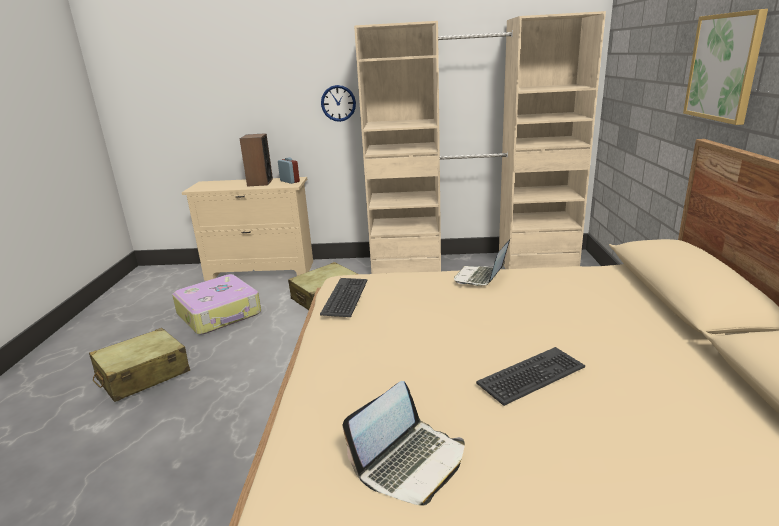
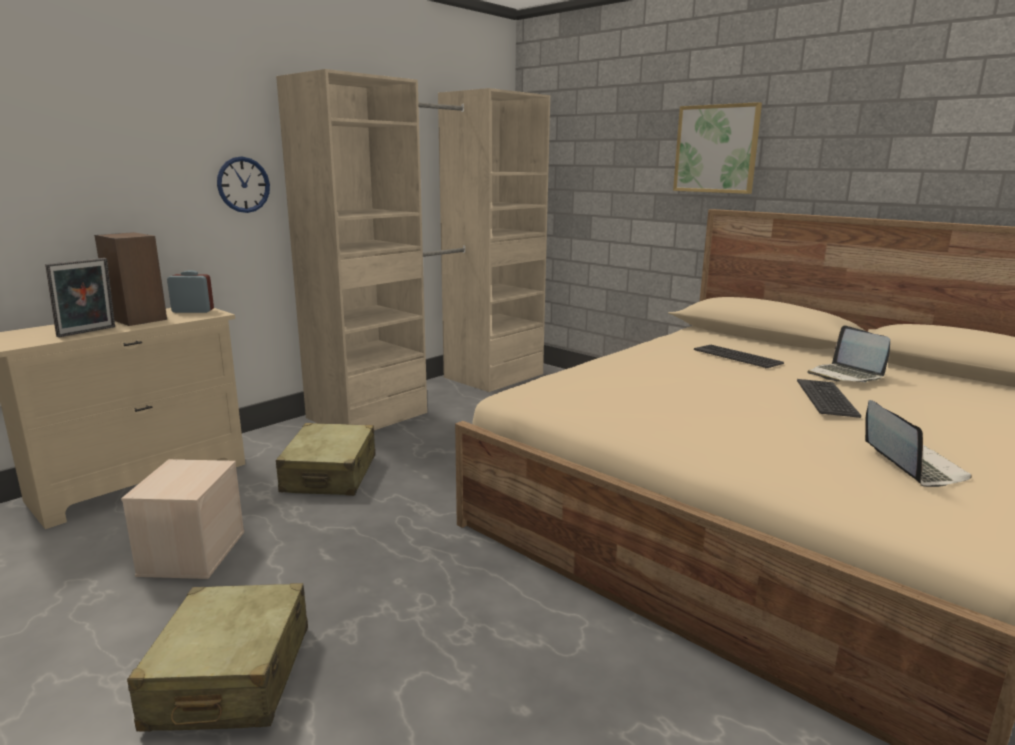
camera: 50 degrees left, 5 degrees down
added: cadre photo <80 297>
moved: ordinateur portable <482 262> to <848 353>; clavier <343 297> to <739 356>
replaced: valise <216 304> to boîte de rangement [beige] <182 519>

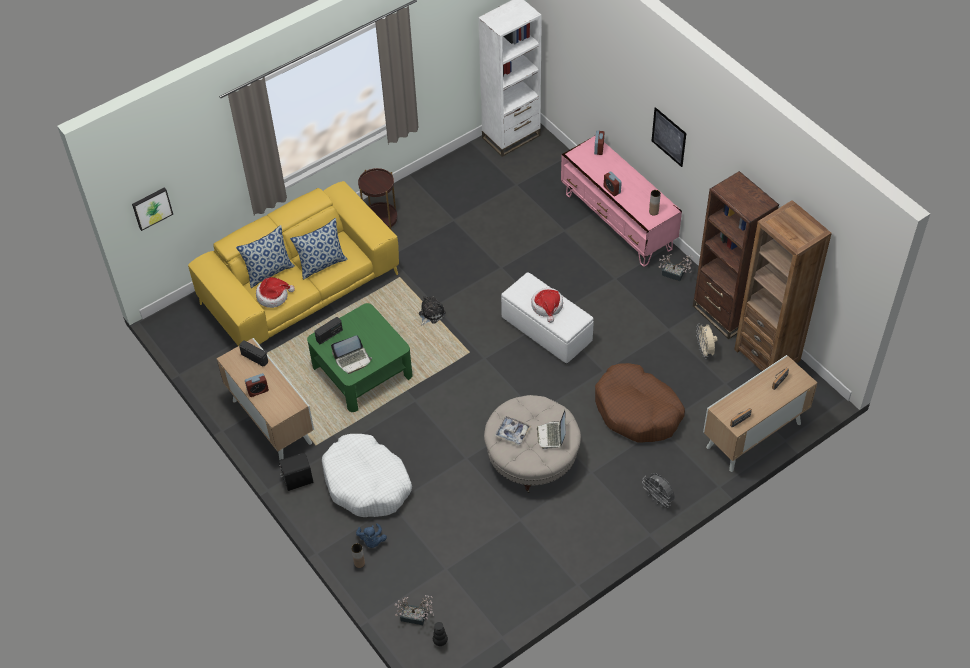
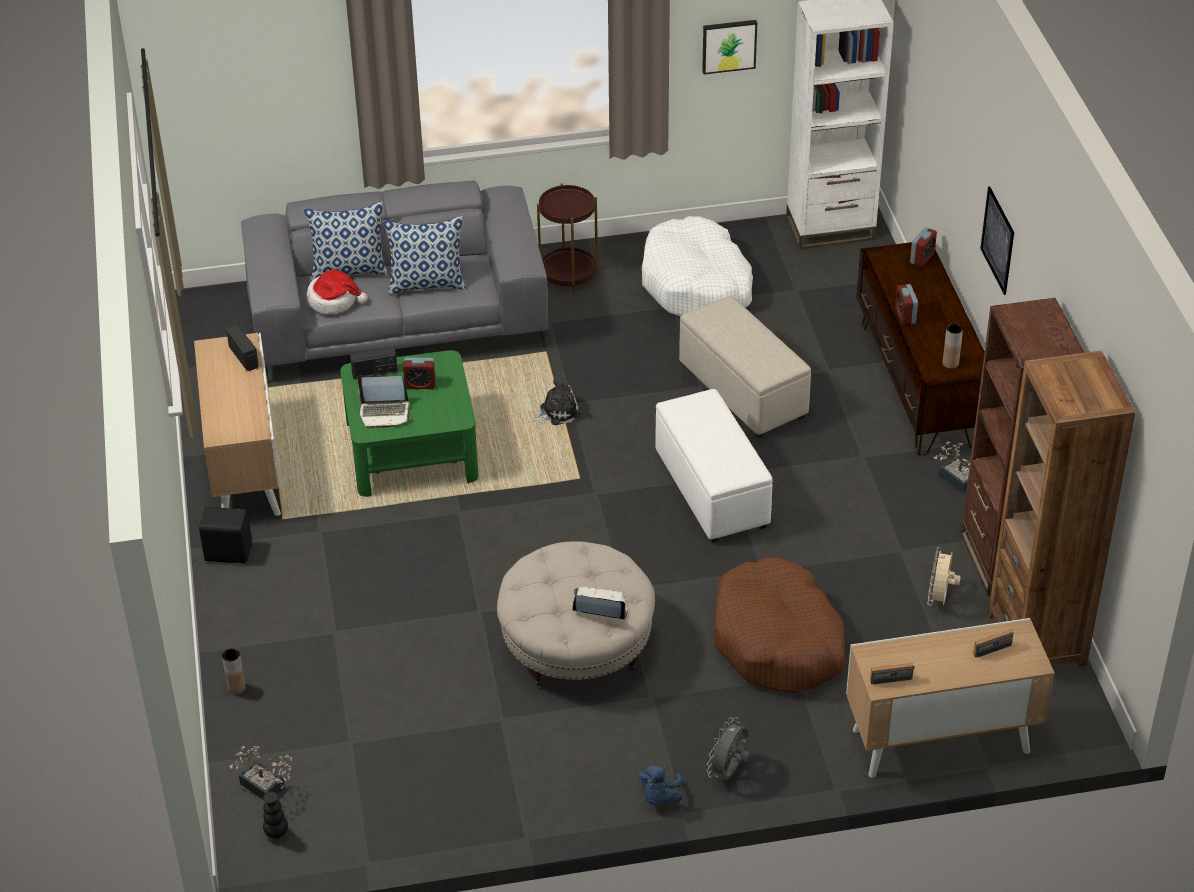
camera: 25 degrees right, 10 degrees down
removed: chapeau <547 305>; plateau <512 430>
added: pouf [beige] <745 367>
moved: tableau <152 209> to <729 47>; réveil <257 385> to <419 373>; panier pour chien [blanc] <367 475> to <697 266>; peluche [bleu] <371 535> to <660 786>
recoloured: meuble télé [rose] <621 201> to meuble télé [marron] <920 349>; canapé [jaune] <293 263> to canapé [gris] <394 279>
turned: ordinateur portable <551 430> = <600 603> 75 degrees clockwise; ventilateur [gris] <658 490> = <728 748> 45 degrees clockwise

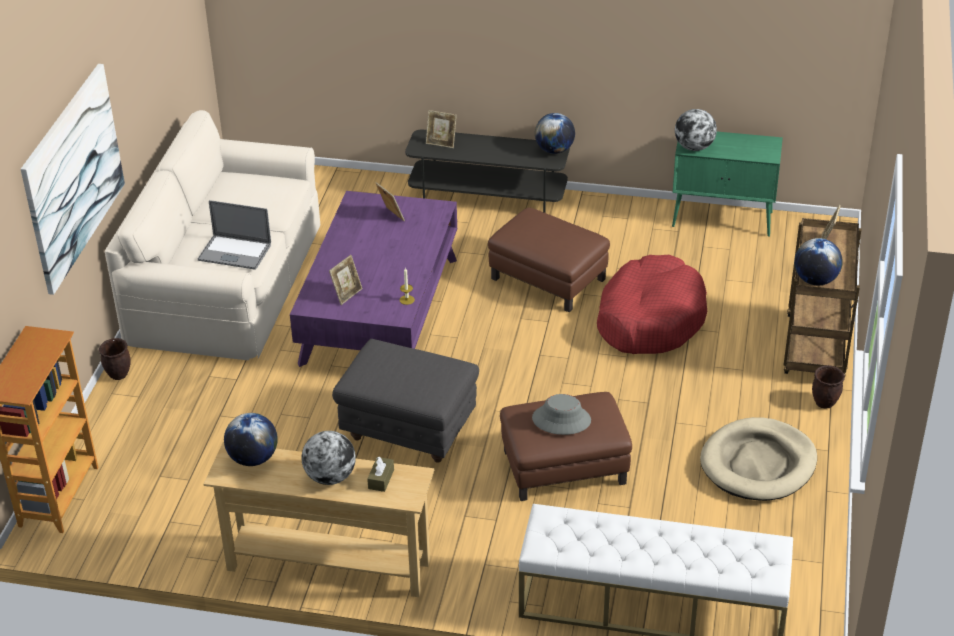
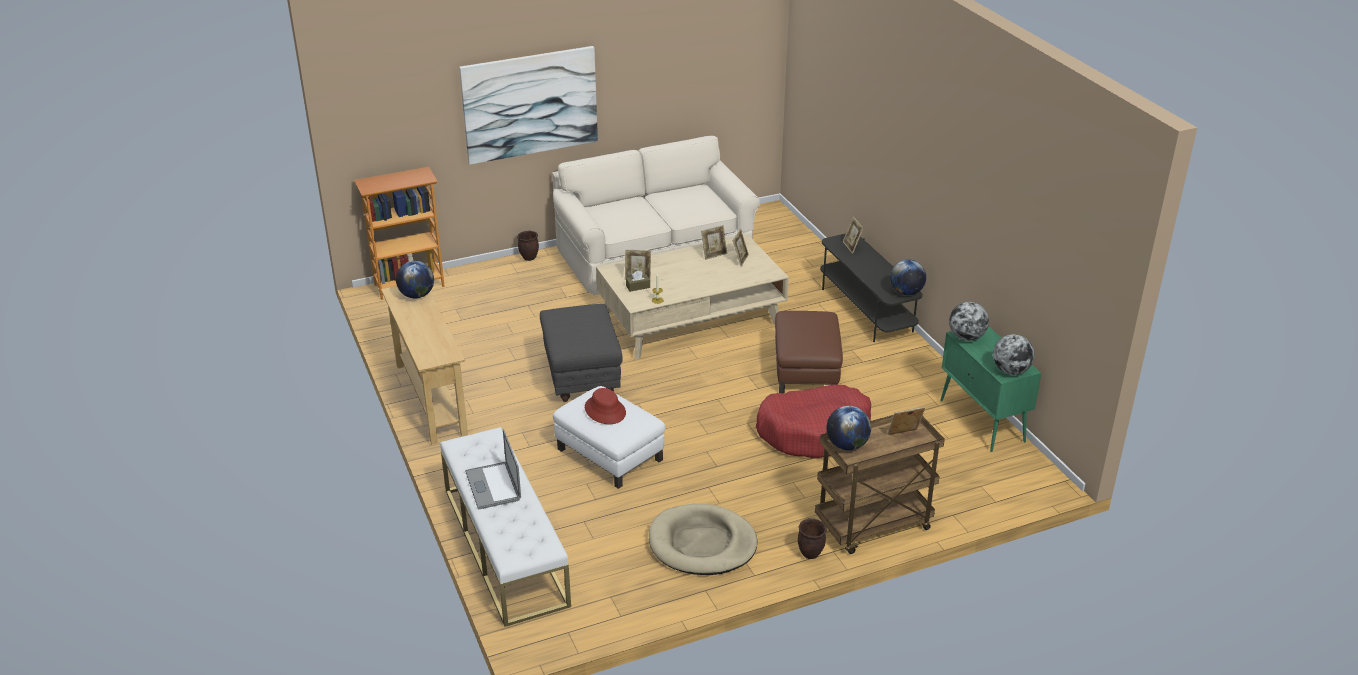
camera: 55 degrees right, 5 degrees down
added: cadre photo <714 242>
moved: ordinateur portable <234 235> to <493 469>; globe <329 458> to <1014 354>; boîte à mouchoirs [marron] <380 474> to <638 281>
recoloured: table basse [violet] <373 279> to table basse [beige] <692 297>; pouf [marron] <566 446> to pouf [blanc] <609 437>; chapeau [gris] <561 414> to chapeau [rouge] <605 406>

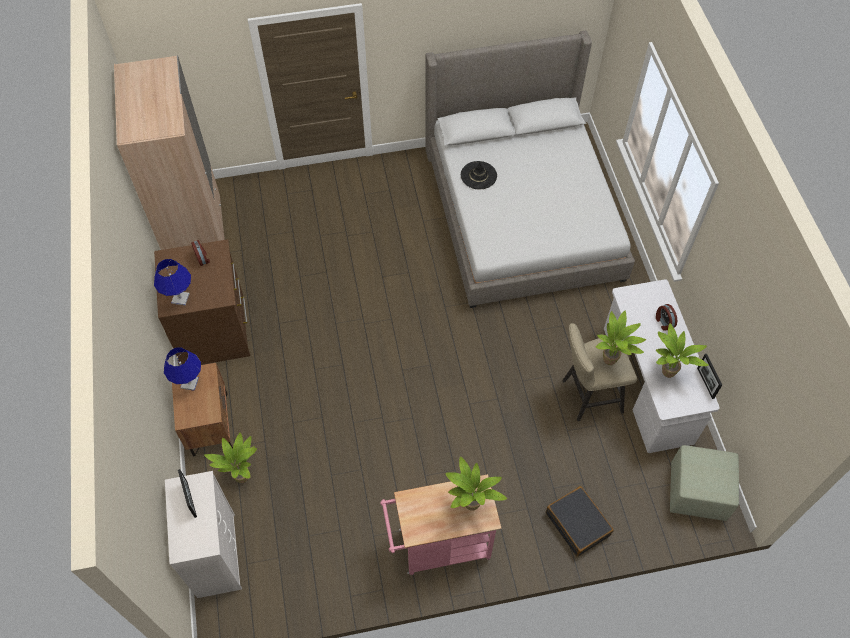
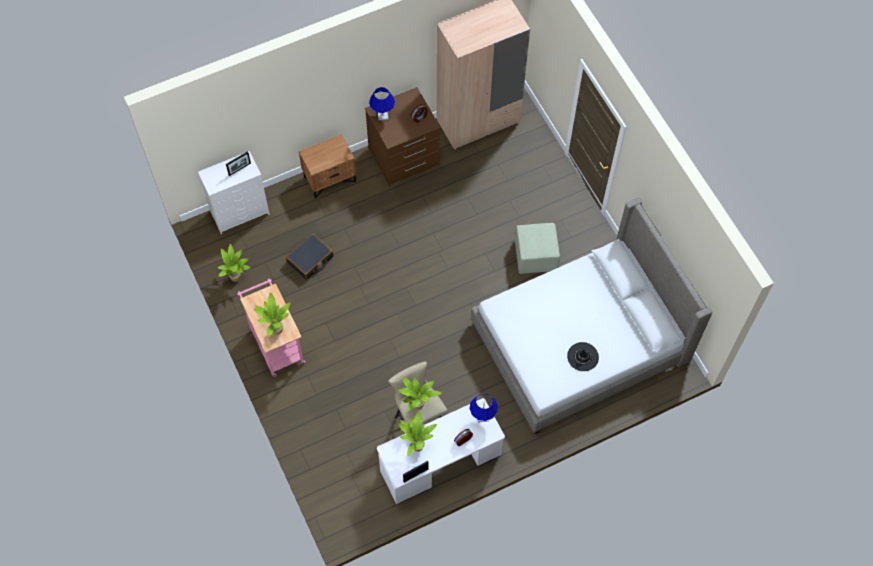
camera: 75 degrees right, 5 degrees up
moved: chapeau [noir] <479 175> to <583 356>; lampe de table [bleu] <182 369> to <483 407>; plante en pot <230 457> to <234 263>; pouf [vert] <704 483> to <537 248>; valise [noir] <580 521> to <309 257>

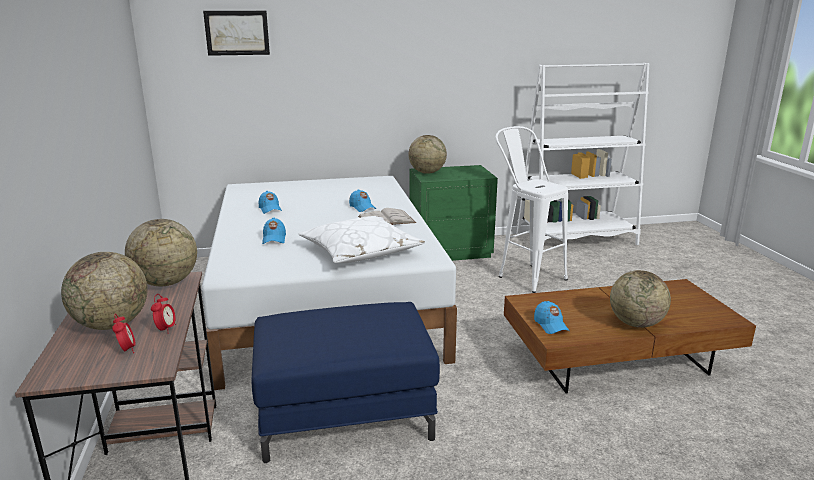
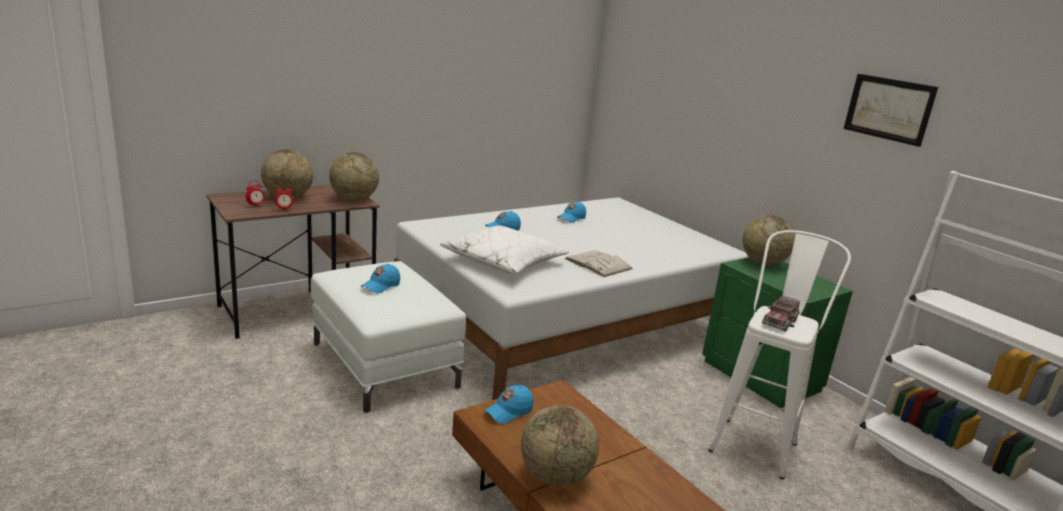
camera: 65 degrees right, 0 degrees up
added: camion jouet <781 313>
moved: tableau <236 33> to <891 110>; casquette [bleu] <362 200> to <380 278>
recoloured: pouf [bleu] <345 382> to pouf [blanc] <388 337>

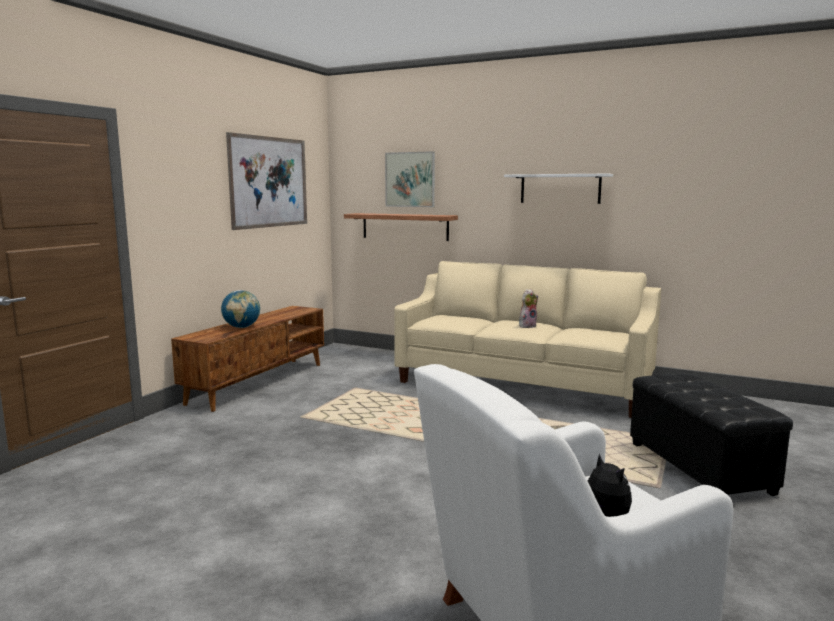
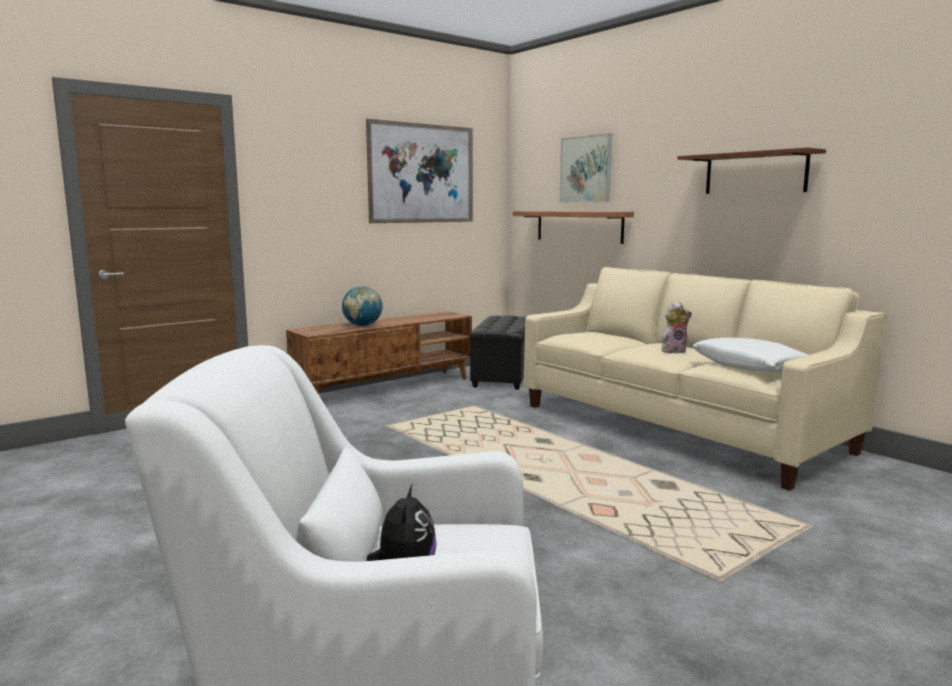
camera: 25 degrees right, 0 degrees up
added: coussin [blanc] <750 355>
moved: pouf [noir] <711 434> to <497 352>
recoloured: étagère [blanc] <558 189> to étagère [marron] <751 170>

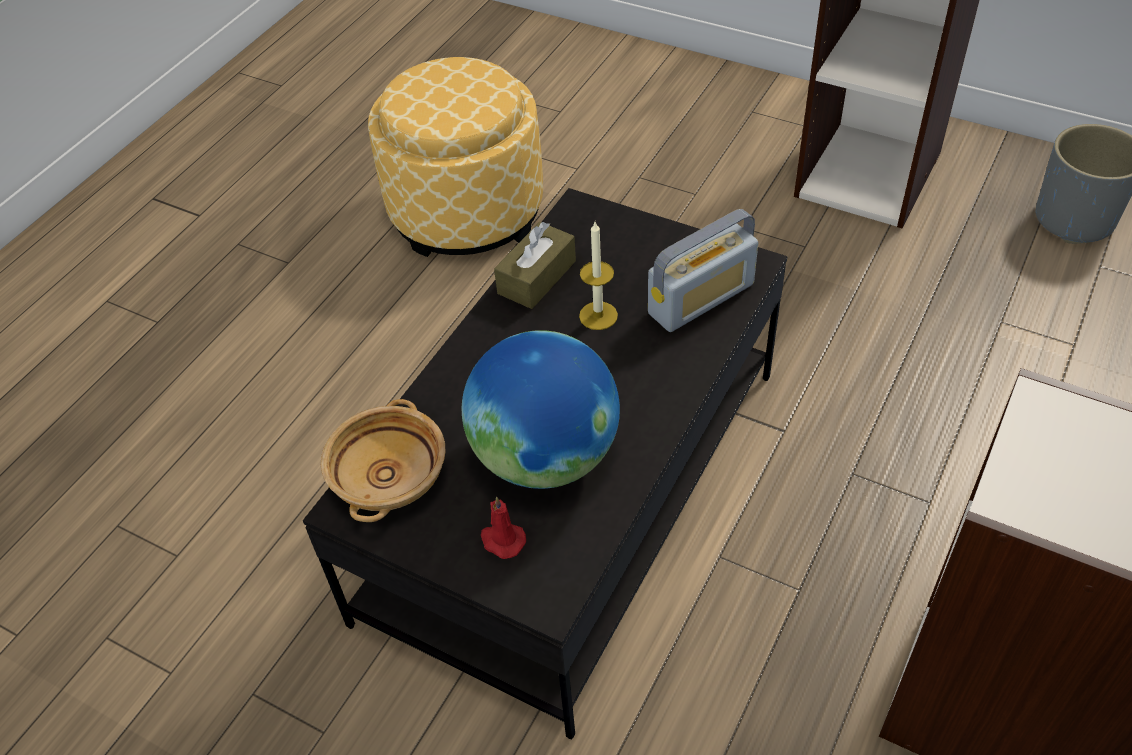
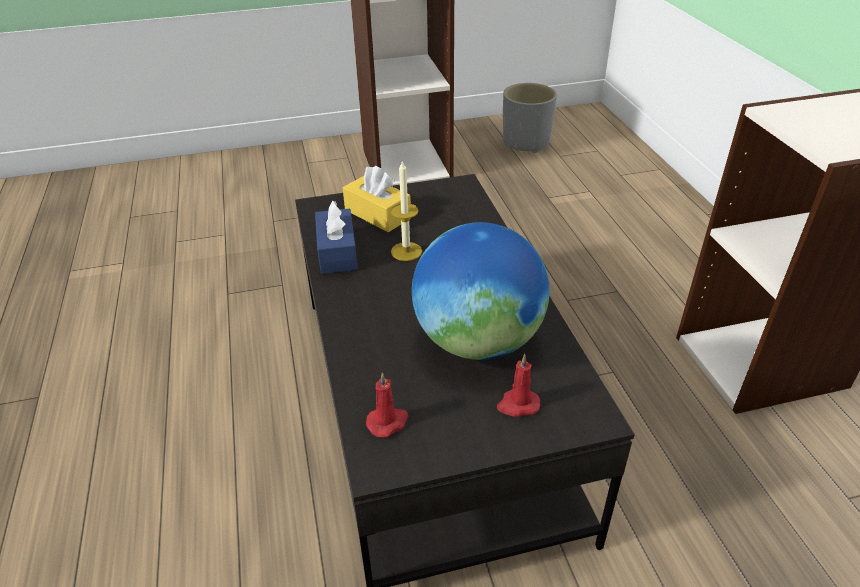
camera: 45 degrees left, 10 degrees down
removed: pouf <455 157>; radio <703 270>
added: boîte à mouchoirs [jaune] <377 199>
replaced: bol [beige] <383 460> to bougie [rouge] <387 404>
recoloured: boîte à mouchoirs [marron] <535 265> to boîte à mouchoirs [bleu] <336 237>

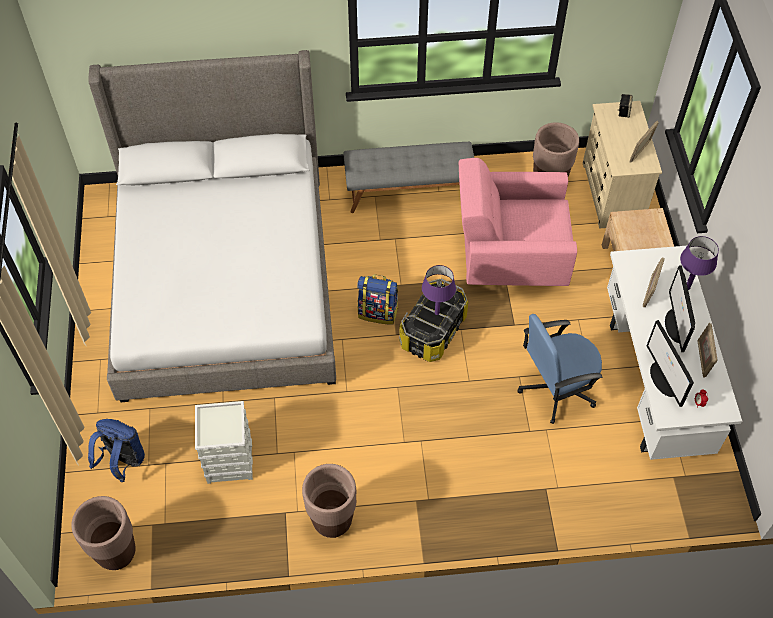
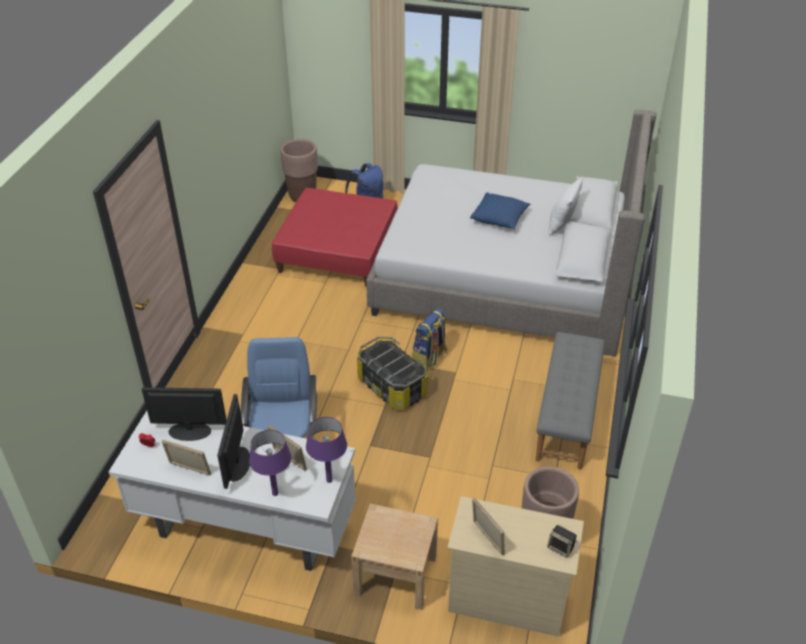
camera: 110 degrees right, 15 degrees down
removed: fauteuil [rose] <518 222>; cache-pot [marron] <329 501>
added: coussin [blanc] <566 206>; coussin [bleu] <500 211>
moved: lampe de table [violet] <439 290> to <326 450>
replaced: boîte de rangement [gris] <224 442> to pouf [rouge] <335 237>
turned: écran d'ordinateur <680 308> = <233 441> 105 degrees counterclockwise

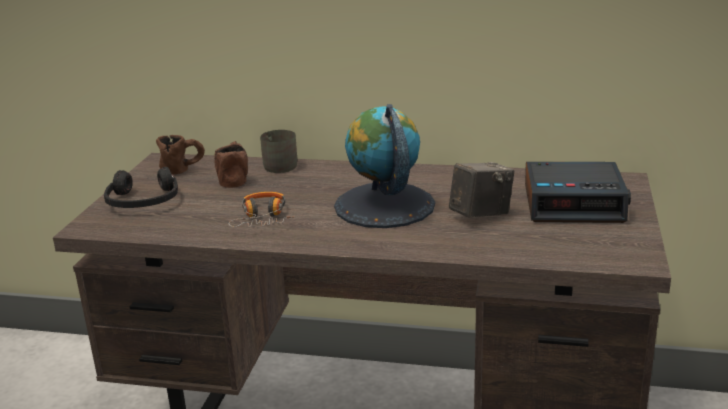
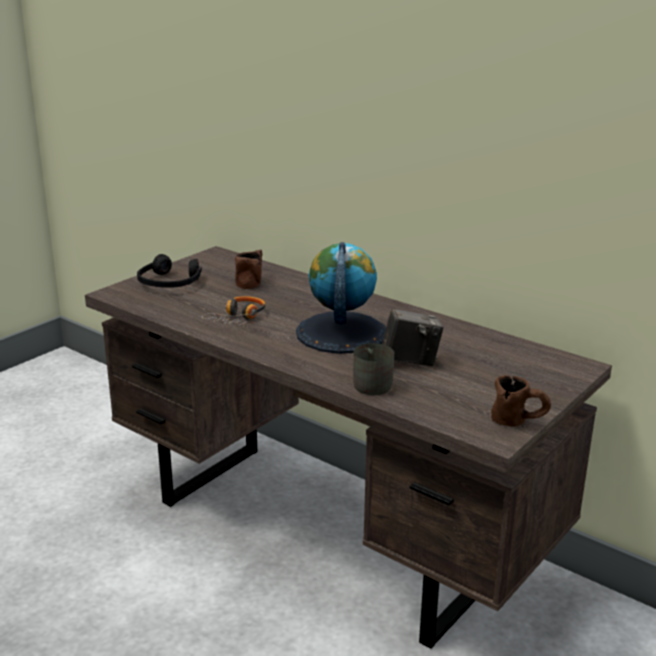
camera: 25 degrees right, 0 degrees up
removed: réveil <578 192>
moved: mug [gris] <278 151> to <373 369>; mug [marron] <180 155> to <521 401>

